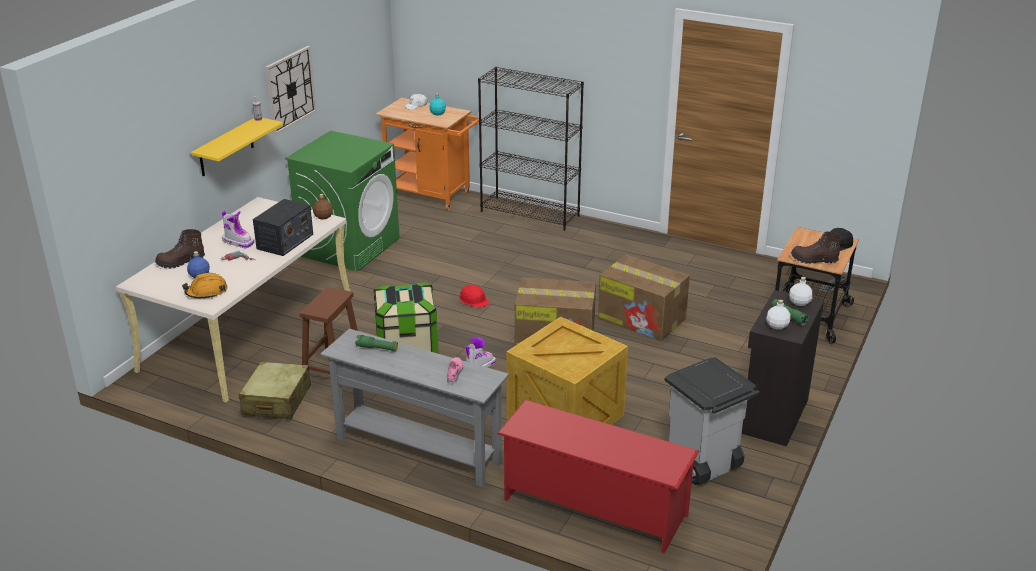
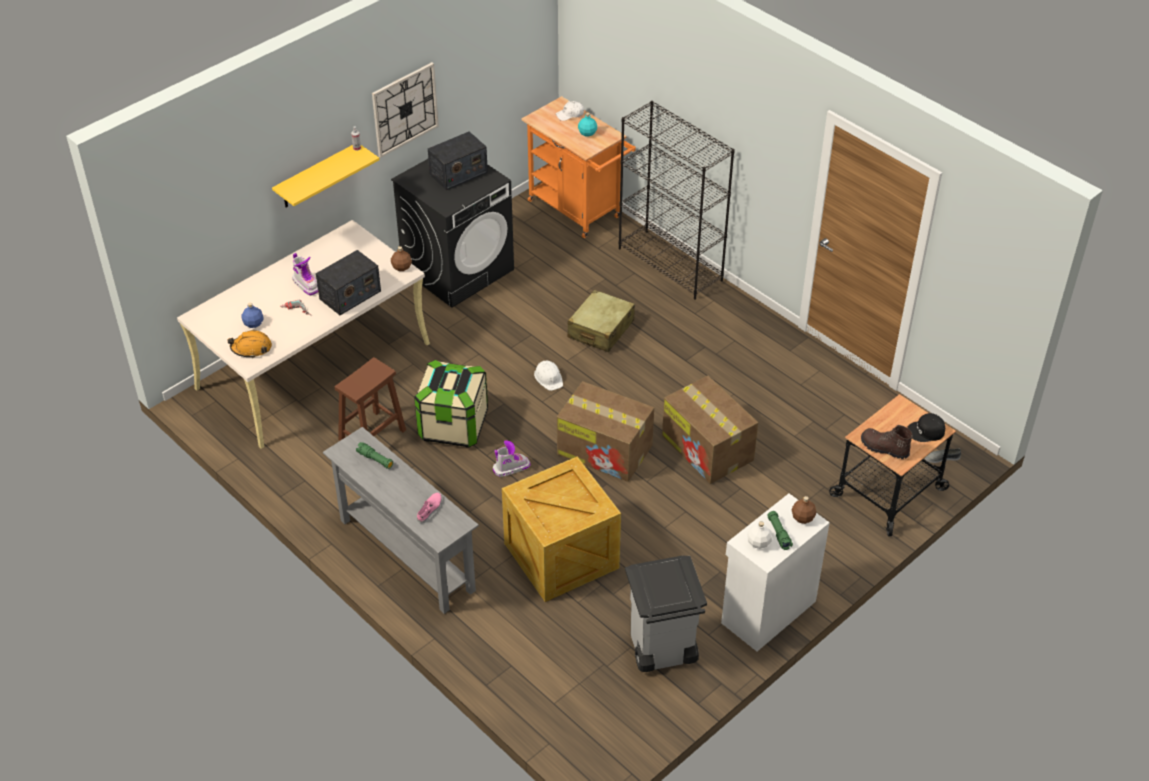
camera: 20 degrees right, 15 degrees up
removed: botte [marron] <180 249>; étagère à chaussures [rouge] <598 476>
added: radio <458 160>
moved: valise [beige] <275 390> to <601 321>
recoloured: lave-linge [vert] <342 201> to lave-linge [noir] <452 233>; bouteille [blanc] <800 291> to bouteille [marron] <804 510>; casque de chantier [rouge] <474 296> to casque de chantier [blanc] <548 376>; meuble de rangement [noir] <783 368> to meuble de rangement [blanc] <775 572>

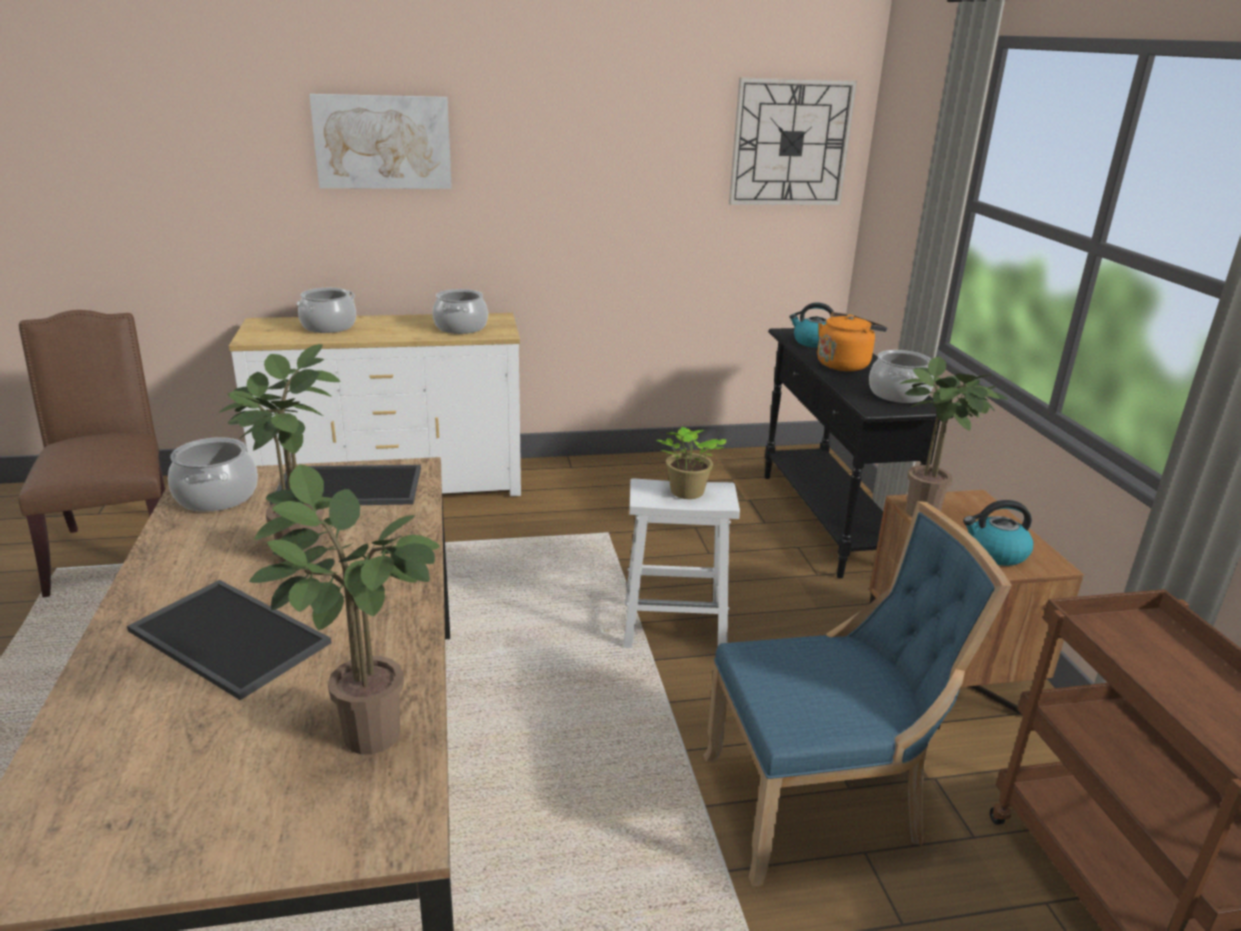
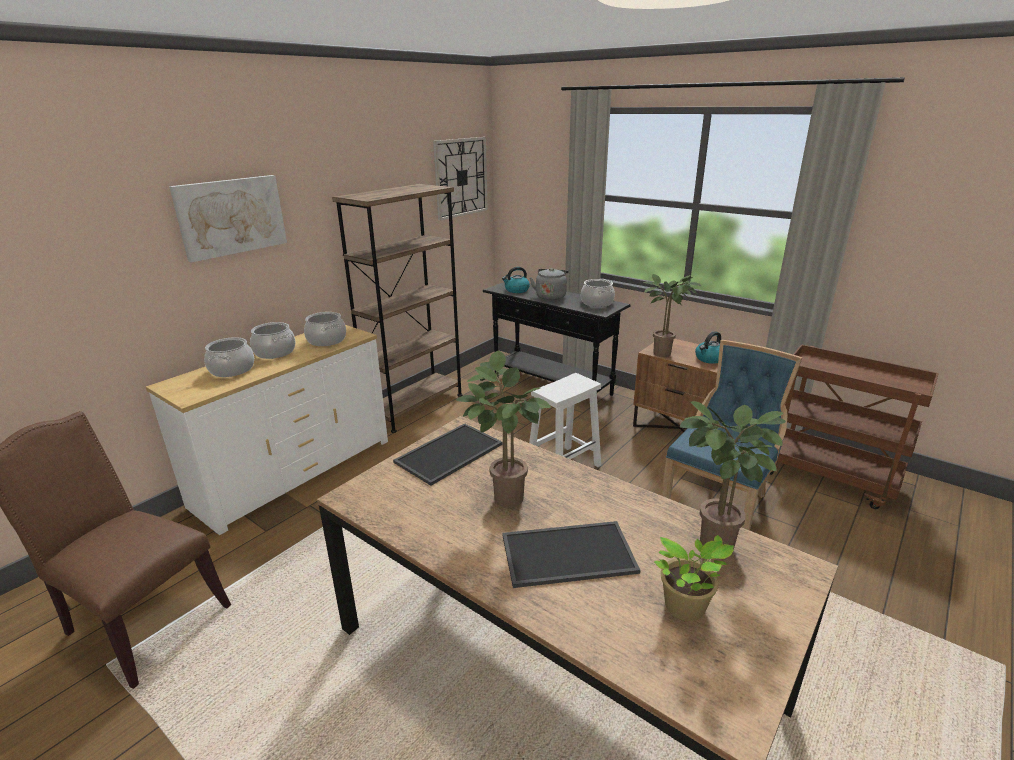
camera: 40 degrees left, 0 degrees up
added: bibliothèque [marron] <397 308>
moved: plante en pot <691 463> to <694 578>; marmite <213 474> to <273 340>
recoloured: bouilloire [orange] <852 341> to bouilloire [gris] <549 284>

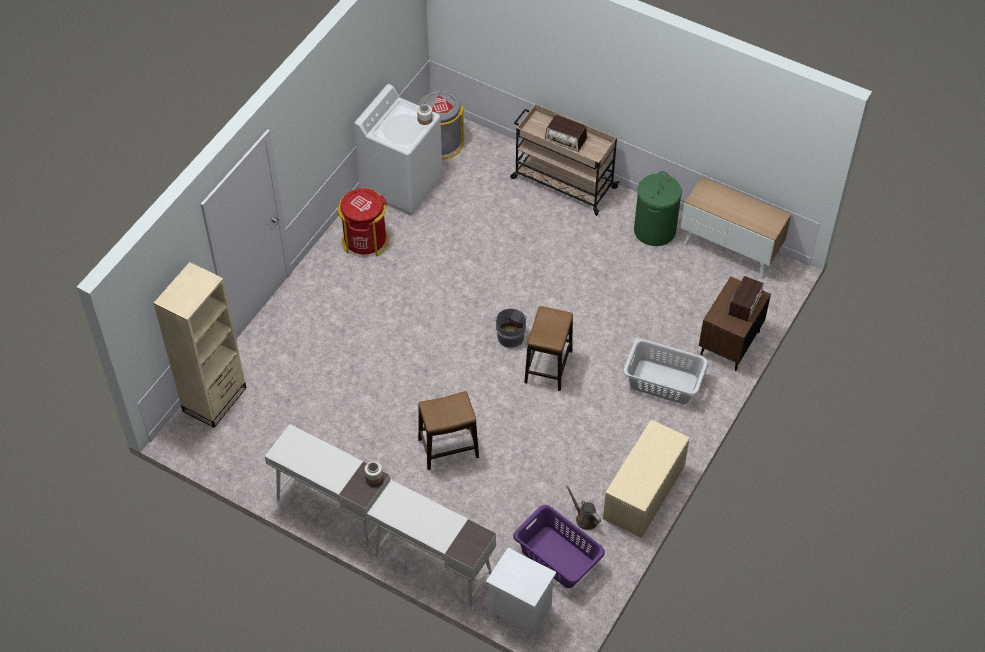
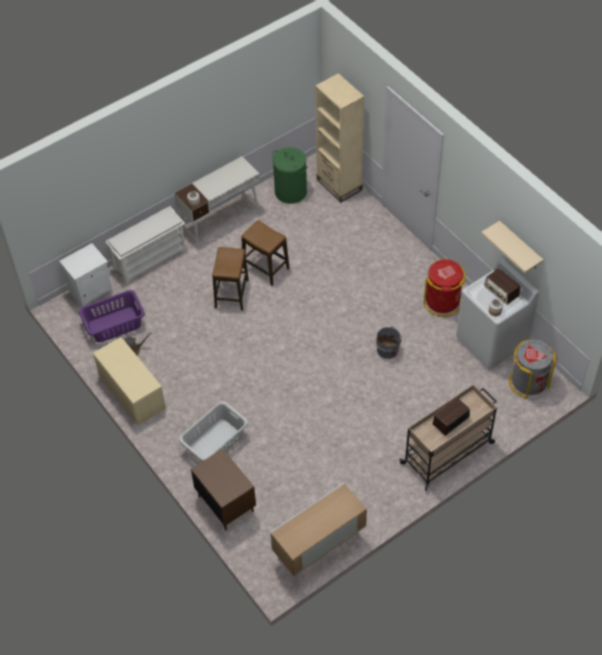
camera: 115 degrees right, 0 degrees up
added: étagère [beige] <512 247>
moved: panier à linge [vert] <658 209> to <290 175>; radio <746 299> to <502 286>; tabouret <548 348> to <266 253>; seau [gris] <510 328> to <389 343>
replaced: bureau [blanc] <431 543> to étagère à chaussures [blanc] <145 245>

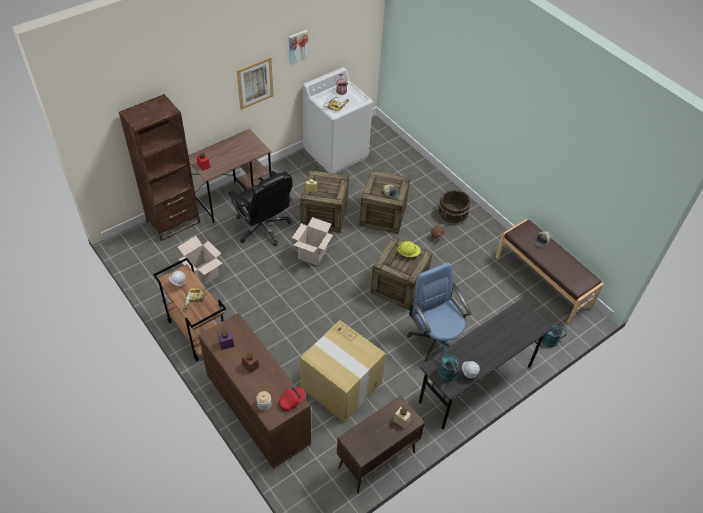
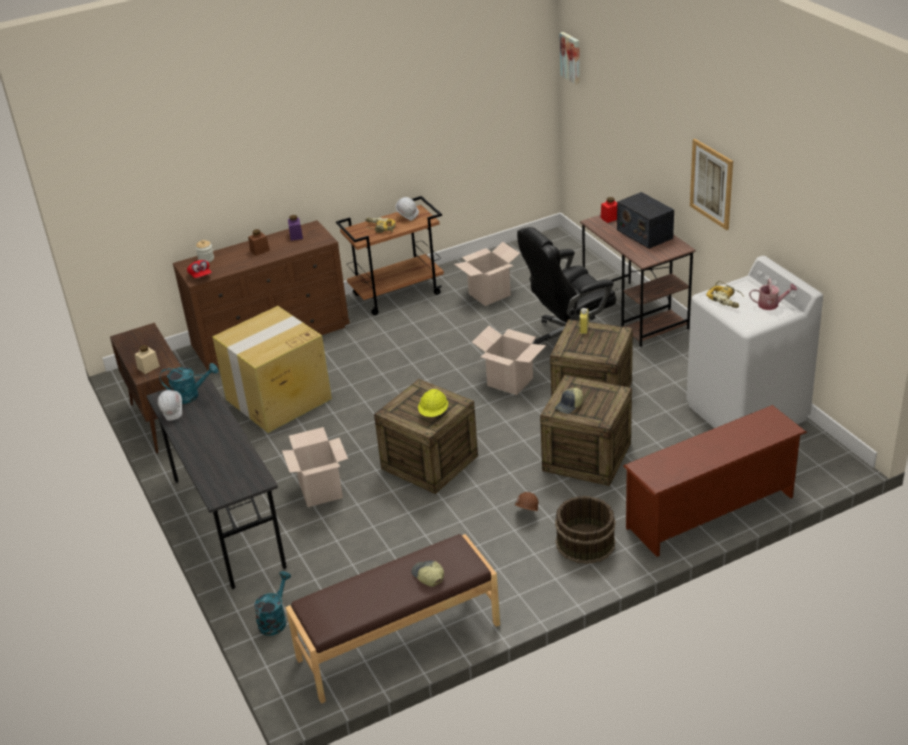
camera: 105 degrees right, 15 degrees down
removed: bibliothèque [marron] <159 167>
added: radio <645 220>; étagère à chaussures [marron] <715 481>
moved: tableau <298 47> to <570 58>
replaced: chaise de bureau [bleu] <439 312> to carton <315 467>

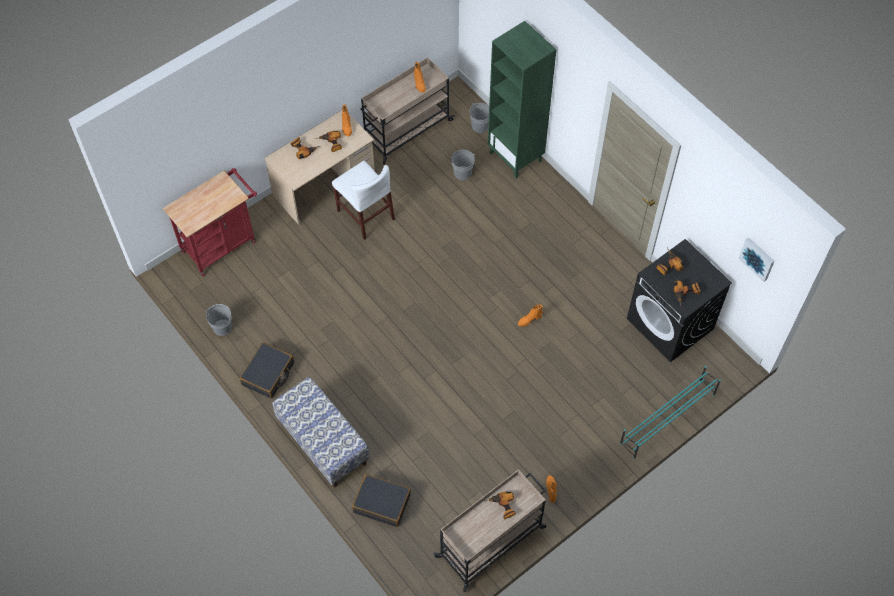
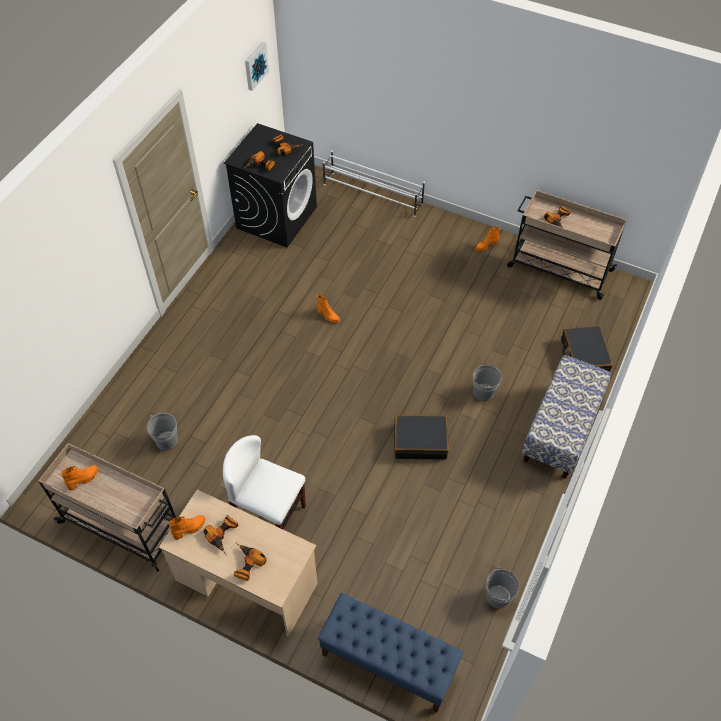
camera: 115 degrees left, 5 degrees down
removed: bibliothèque [vert] <522 100>
moved: seau [gris] <479 118> to <487 383>; valise [noir] <266 370> to <421 437>
replaced: chariot [rouge] <210 222> to banc [bleu] <390 653>
recoloured: étagère à chaussures [turquoise] <670 412> to étagère à chaussures [blanc] <374 183>
turned: chaise [blanc] <363 200> = <264 482> 90 degrees counterclockwise

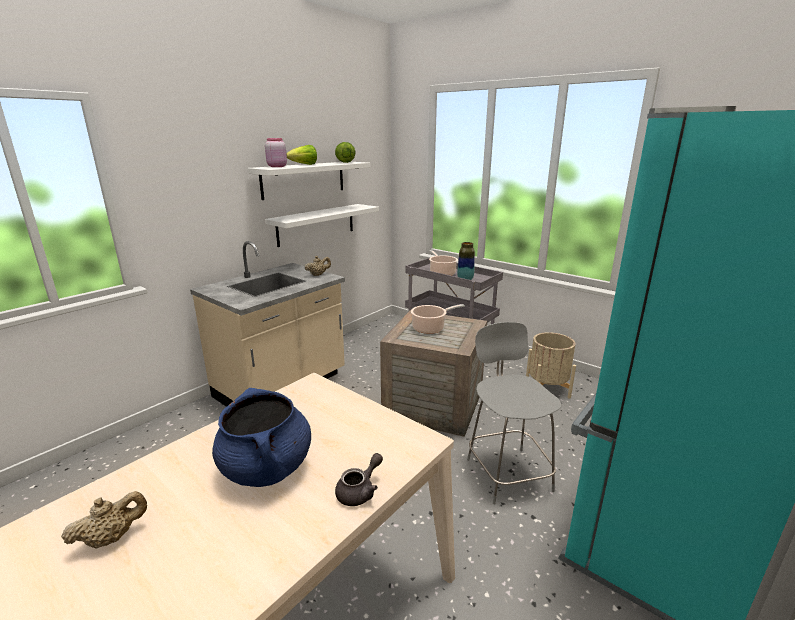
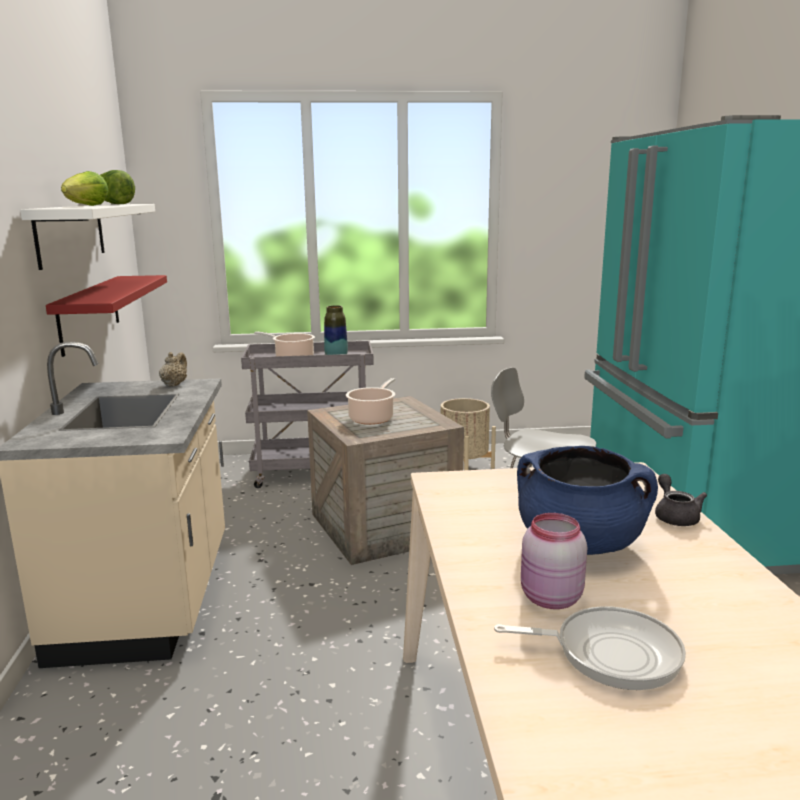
camera: 45 degrees left, 5 degrees down
moved: bocal [rose] <276 152> to <554 561>
replaced: théière [beige] <104 520> to poêle <590 648>
recoloured: étagère [blanc] <322 225> to étagère [rouge] <106 316>

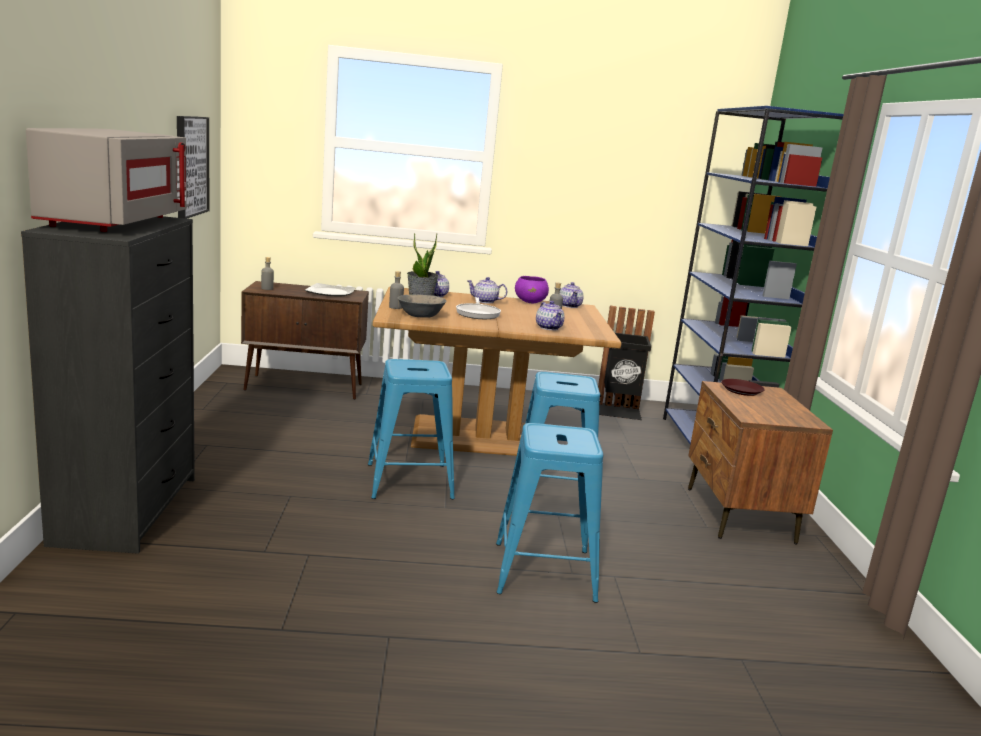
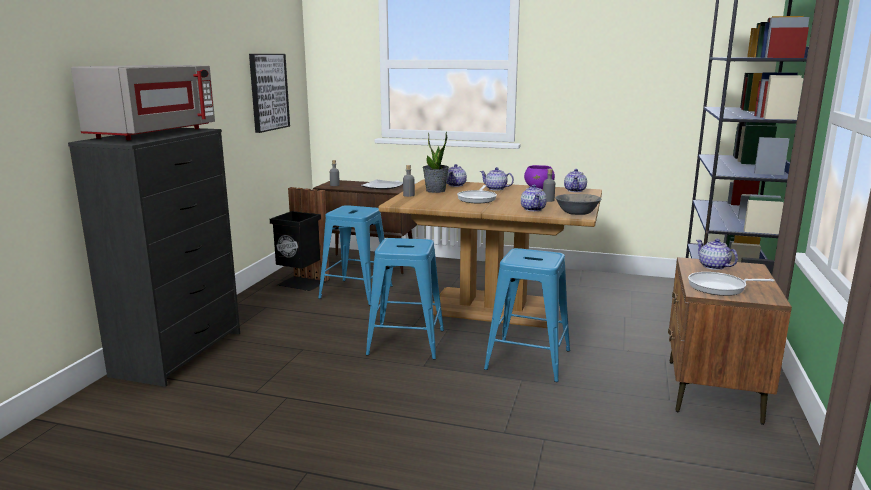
camera: 20 degrees right, 0 degrees up
added: poêle <731 284>
moved: bol [gris] <421 306> to <578 204>; poubelle [noir] <626 363> to <300 239>; tabouret [bleu] <549 513> to <355 255>
replaced: assiette [marron] <743 387> to théière <717 254>

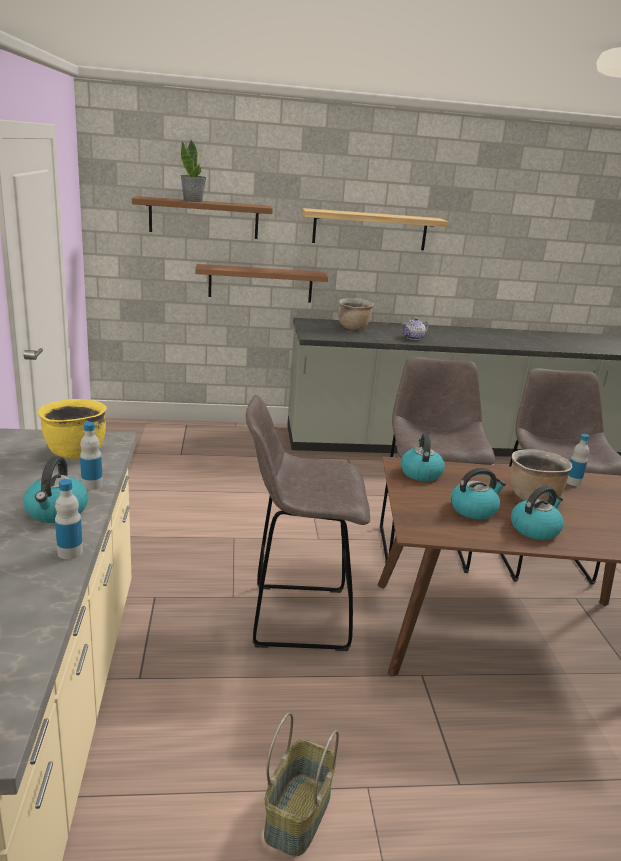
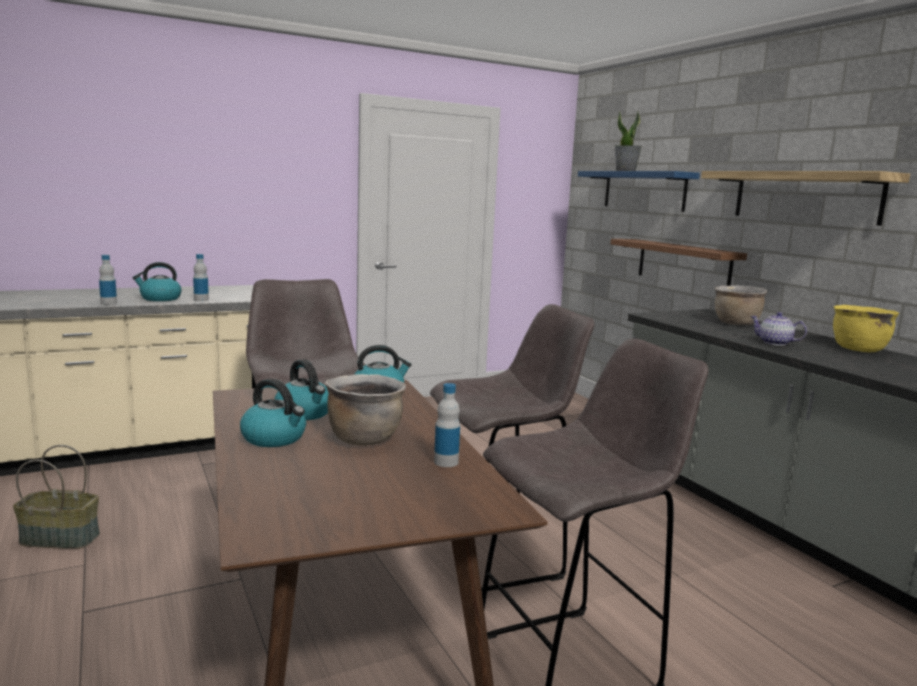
camera: 70 degrees right, 10 degrees down
moved: marmite [jaune] <72 429> to <866 328>
recoloured: étagère [marron] <202 217> to étagère [bleu] <639 191>

